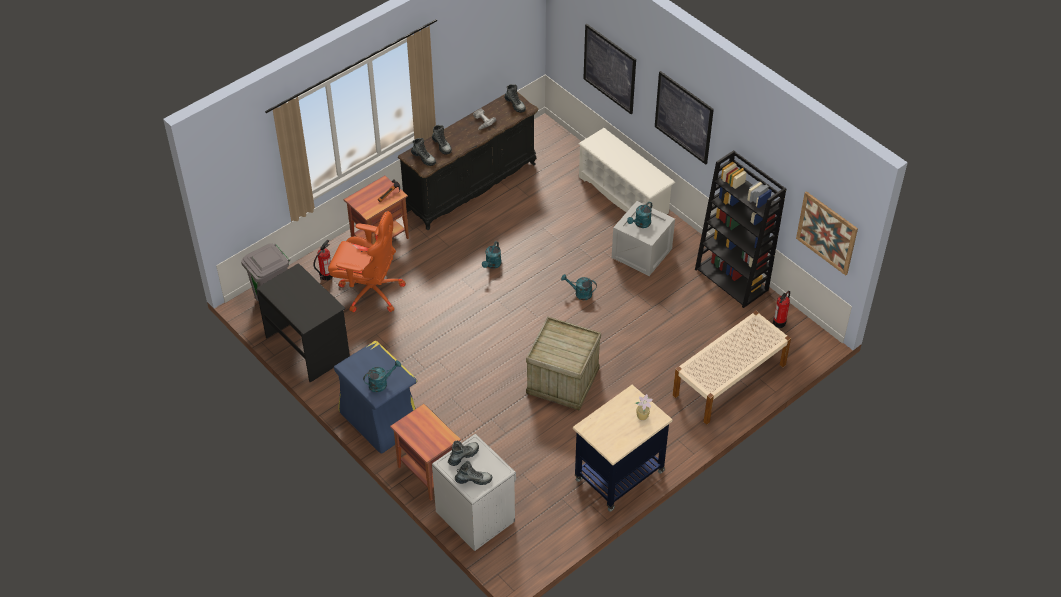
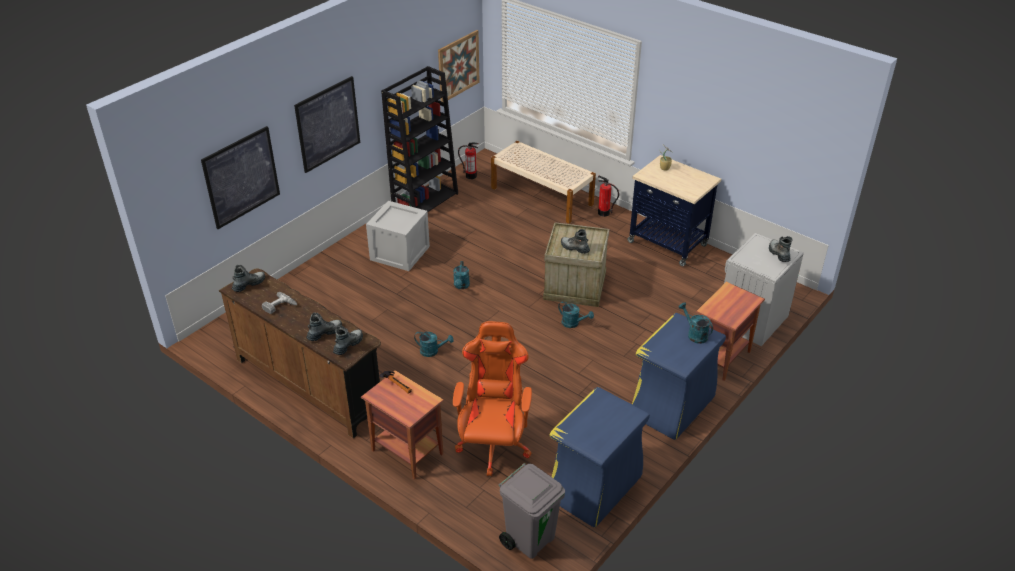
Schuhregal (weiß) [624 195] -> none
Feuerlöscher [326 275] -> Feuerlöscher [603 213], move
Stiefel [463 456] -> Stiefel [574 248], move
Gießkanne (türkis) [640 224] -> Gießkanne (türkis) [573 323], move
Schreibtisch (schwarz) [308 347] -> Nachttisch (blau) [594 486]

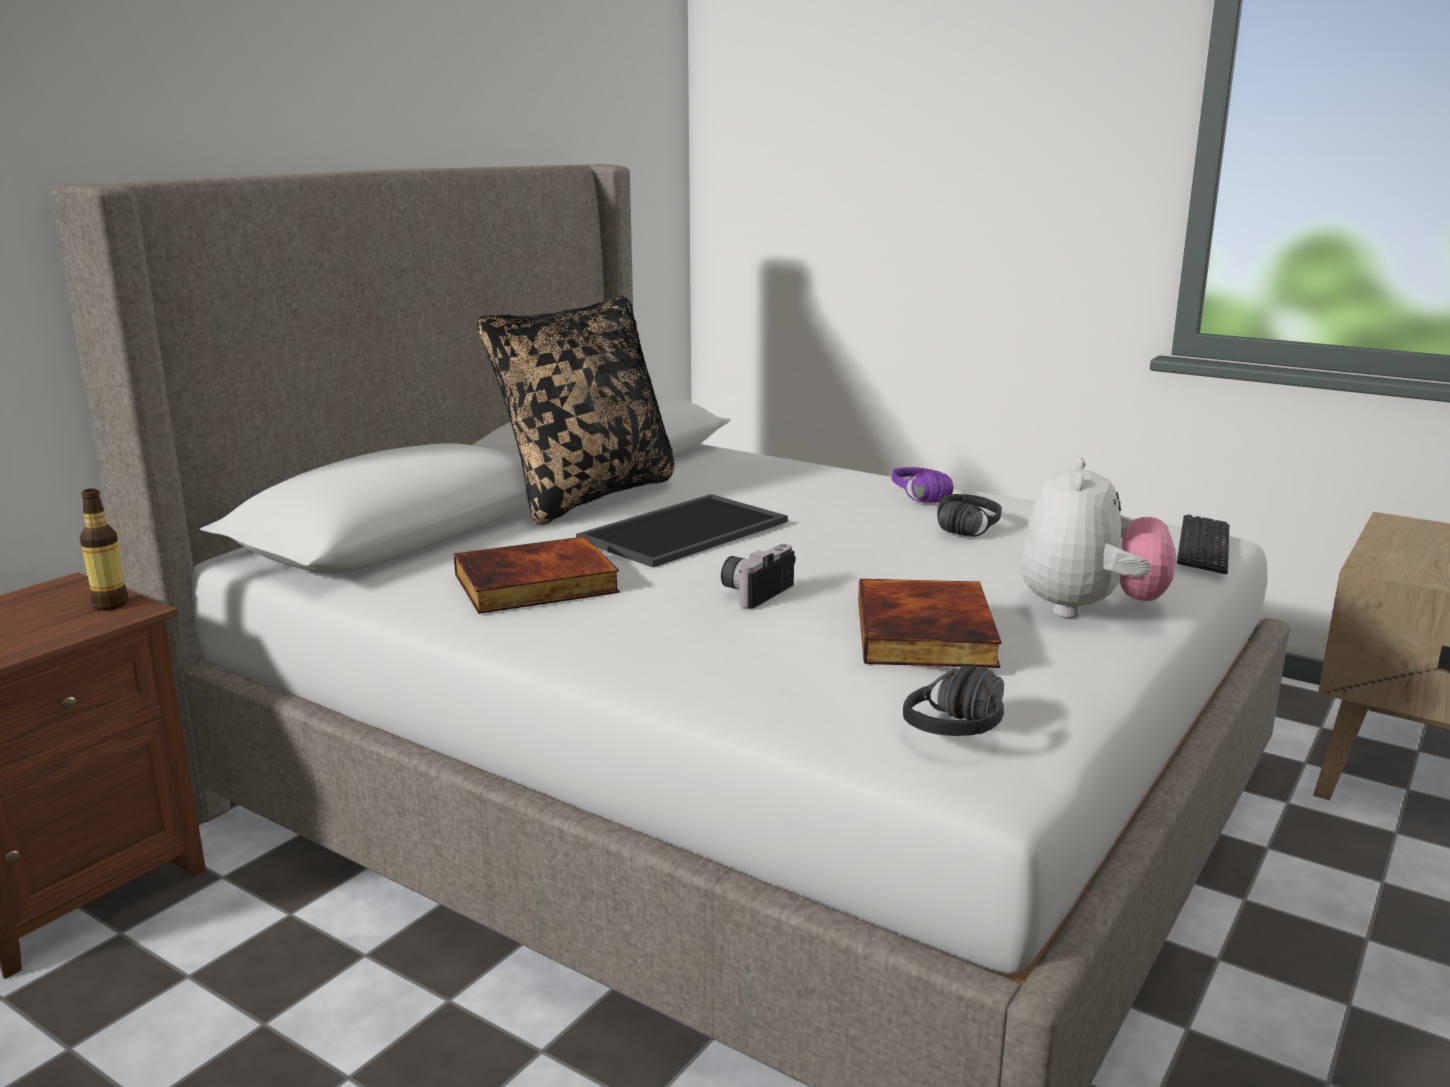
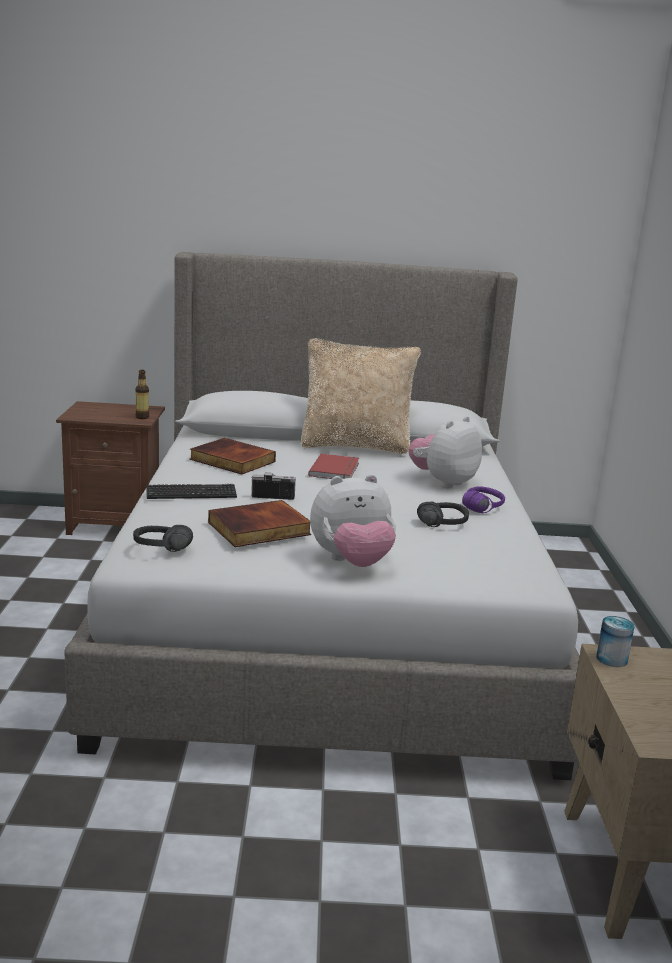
none -> Plüschtier [443 482]
none -> Dose [611 659]
Tastatur [1203 547] -> Tastatur [191 494], move
Tablett [683 529] -> Buch (rot) [336 470]
Kissen (schwarz) [590 498] -> Kissen (beige) [356 448]

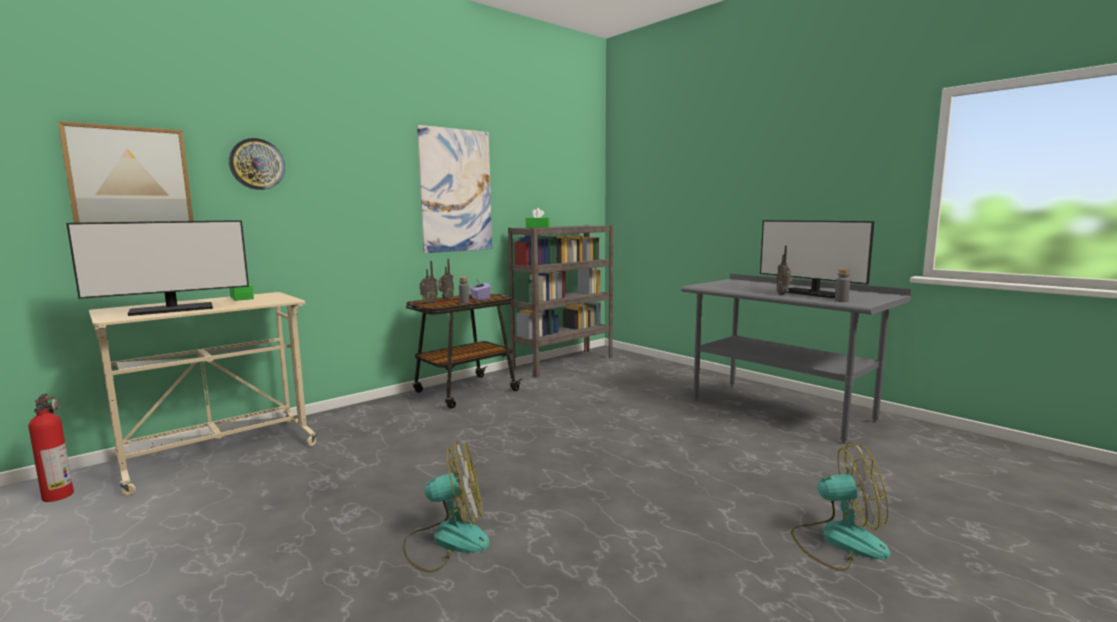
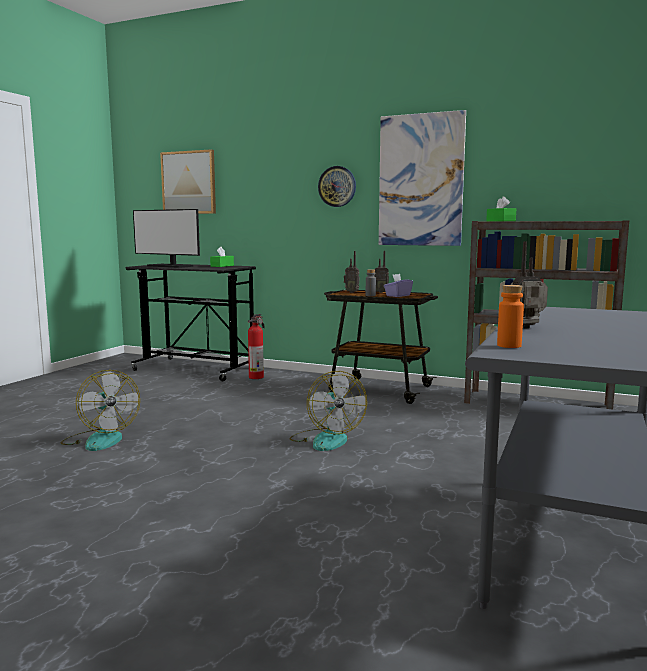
Monitor [812 293] -> none
Feuerlöscher [58 495] -> Feuerlöscher [257 377], move
Wanduhr [257 164] -> Wanduhr [337 186], move
Ventilator [838 541] -> Ventilator [326 439], move
Schreibtisch (beige) [220 453] -> Schreibtisch (schwarz) [195 369]
Flasche (grau) [841 301] -> Flasche (orange) [509 345]

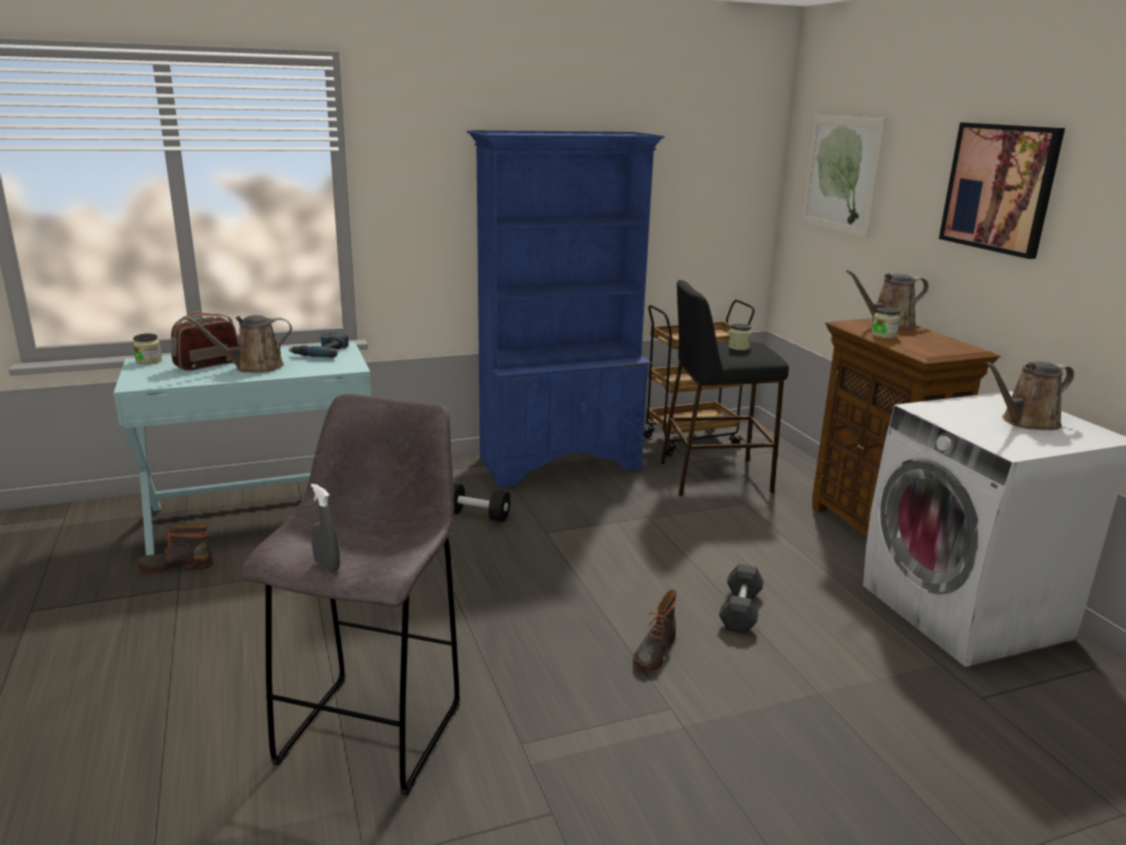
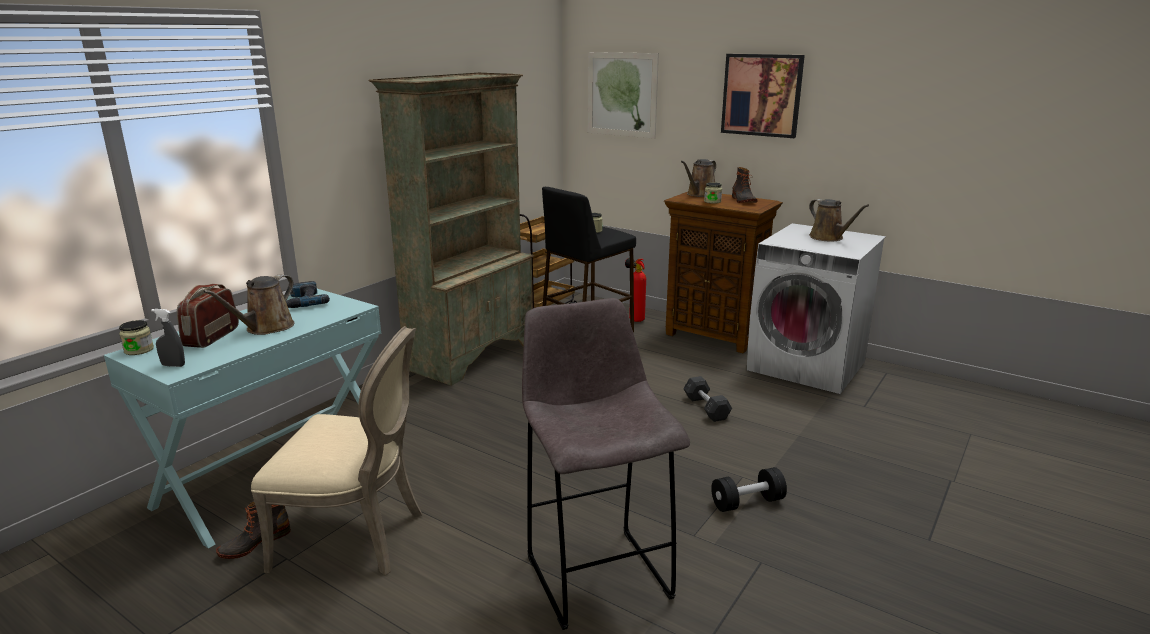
none -> Stuhl (beige) [356 537]
none -> Feuerlöscher [634 319]
Sprühflasche (grau) [327 566] -> Sprühflasche (grau) [173 365], move
Hantel (schwarz) [476 515] -> Hantel (schwarz) [747 502], move
Stiefel [653 651] -> Stiefel [742 200], move
Bücherregal (blau) [560 462] -> Bücherregal (grün) [471 354]
Gießkanne (braun) [1026 422] -> Gießkanne (braun) [828 238], 60 degrees counterclockwise

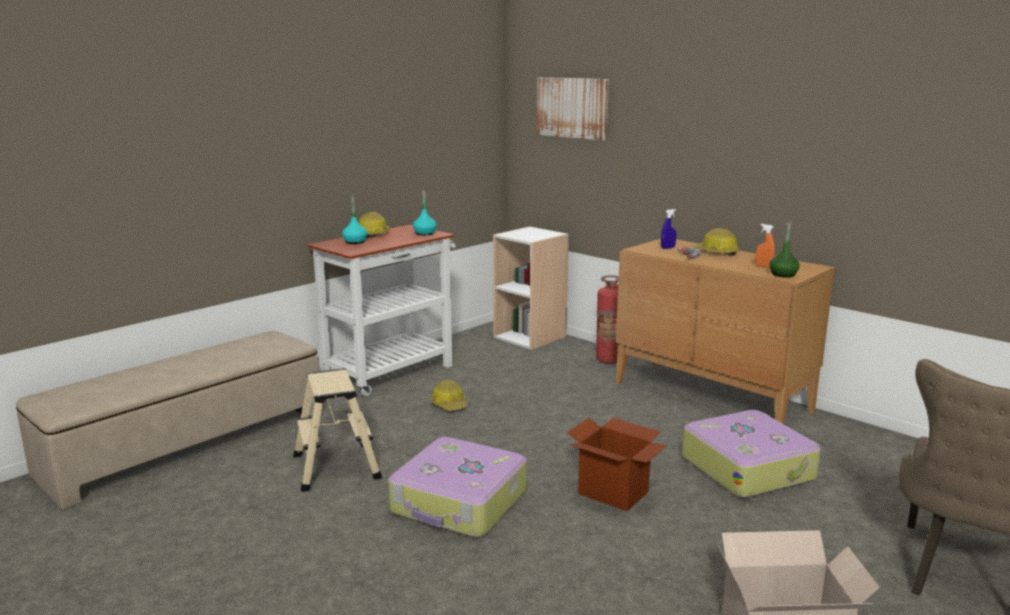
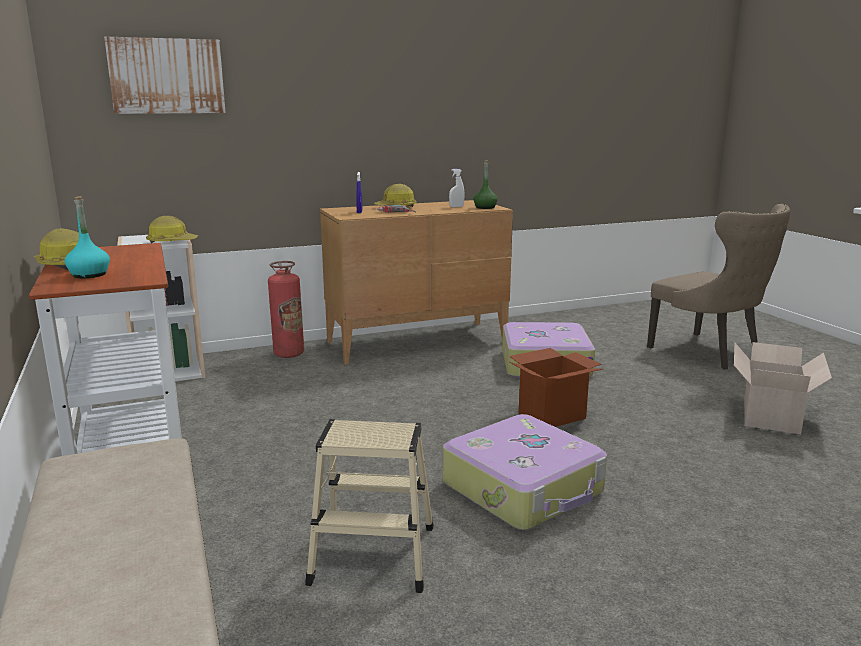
Flasche (türkis) [424 233] -> none
Schutzhelm [449 404] -> Schutzhelm [171 242], move
Sprühflasche (orange) [763 266] -> Sprühflasche (weiß) [456 207]

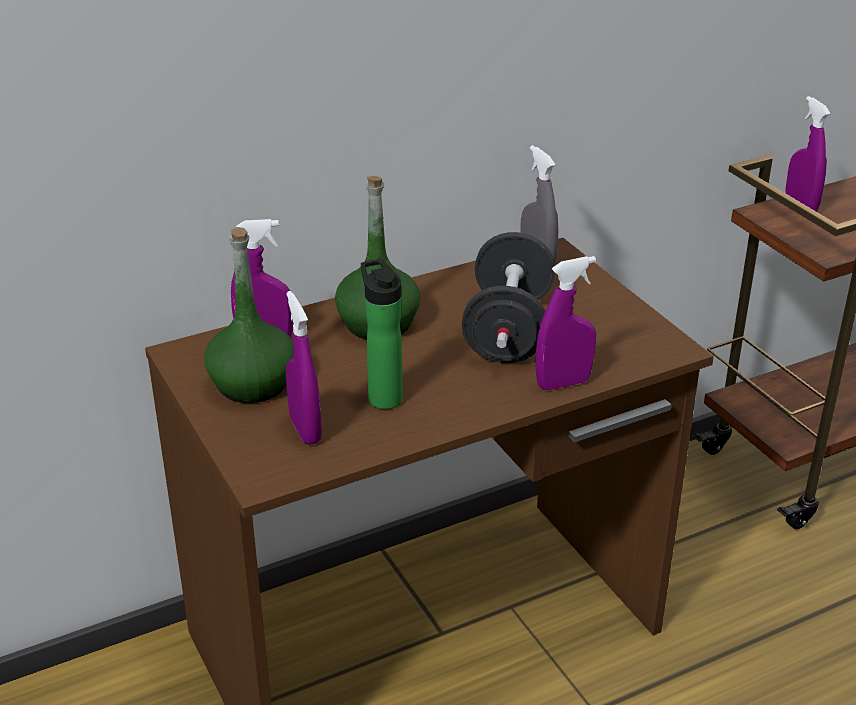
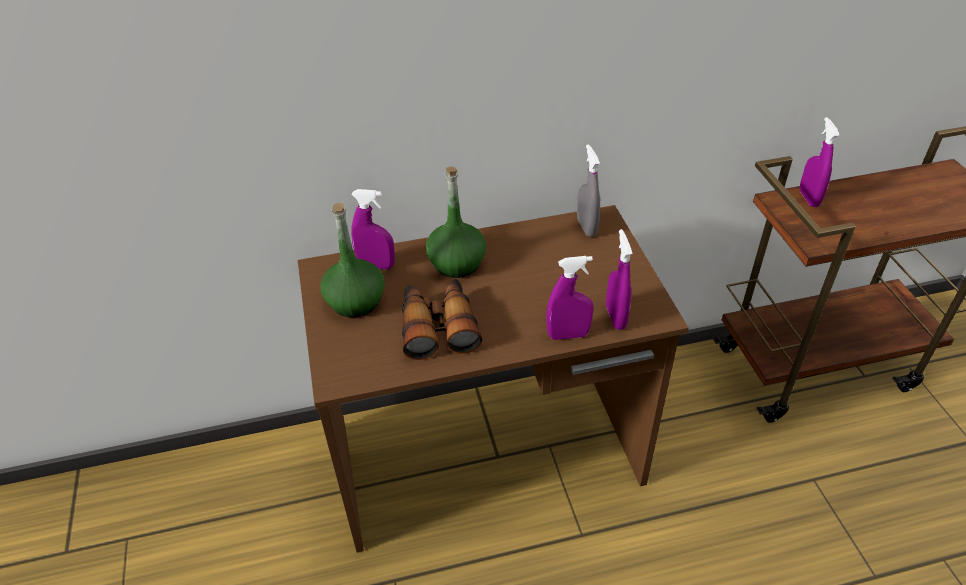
Hantel (schwarz) [508 331] -> none
Sprühflasche (lila) [305 430] -> Sprühflasche (lila) [615 317], move
Flasche [383 396] -> Fernglas [438 326]

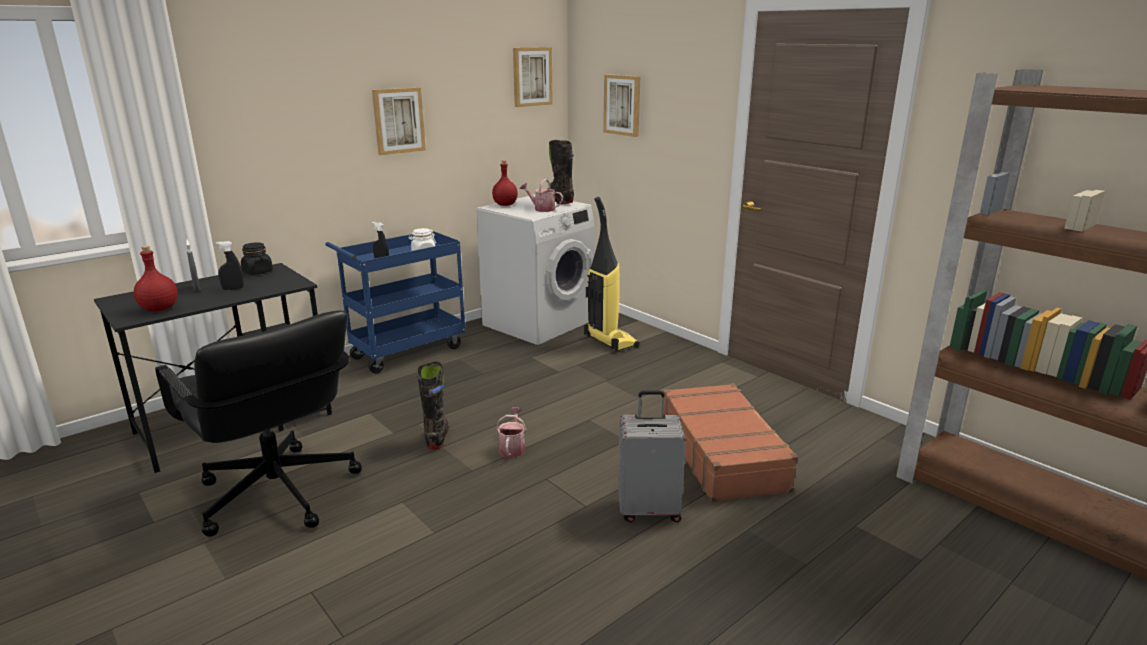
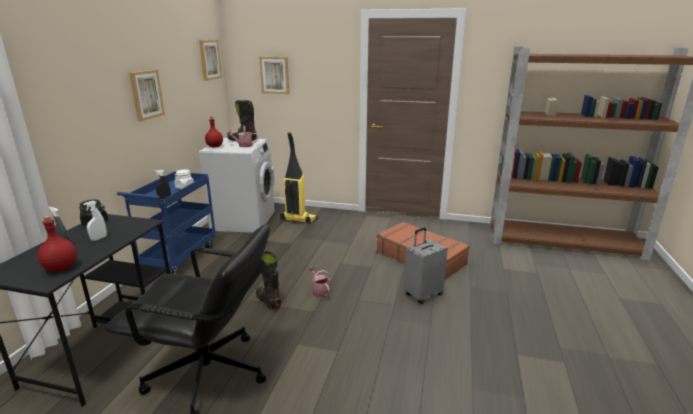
Sprühflasche (schwarz) [233 288] -> Sprühflasche (weiß) [99 238]

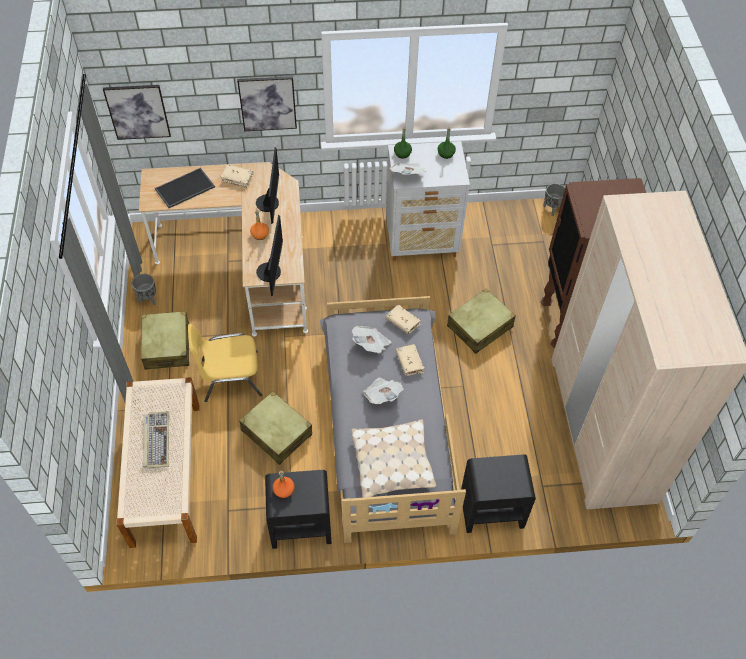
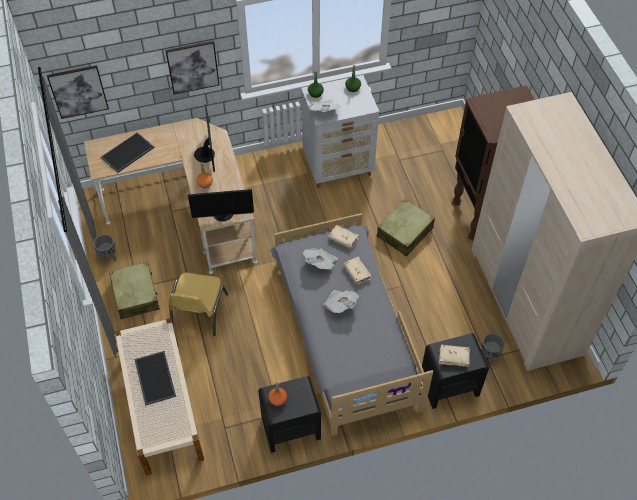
Koffer (beige) [276 432] -> none
Kissen (beige) [393 463] -> none
Buch (beige) [237 178] -> Buch (beige) [454 357], move
Pflanzkübel (grau) [551 209] -> Pflanzkübel (grau) [489 356], move
Tastatur [156 440] -> Tablett [154 377]
Stuhl (gelb) [230 377] -> Stuhl (gelb) [198 312], 60 degrees counterclockwise
Monitor [271 272] -> Monitor [223 214], 90 degrees clockwise

